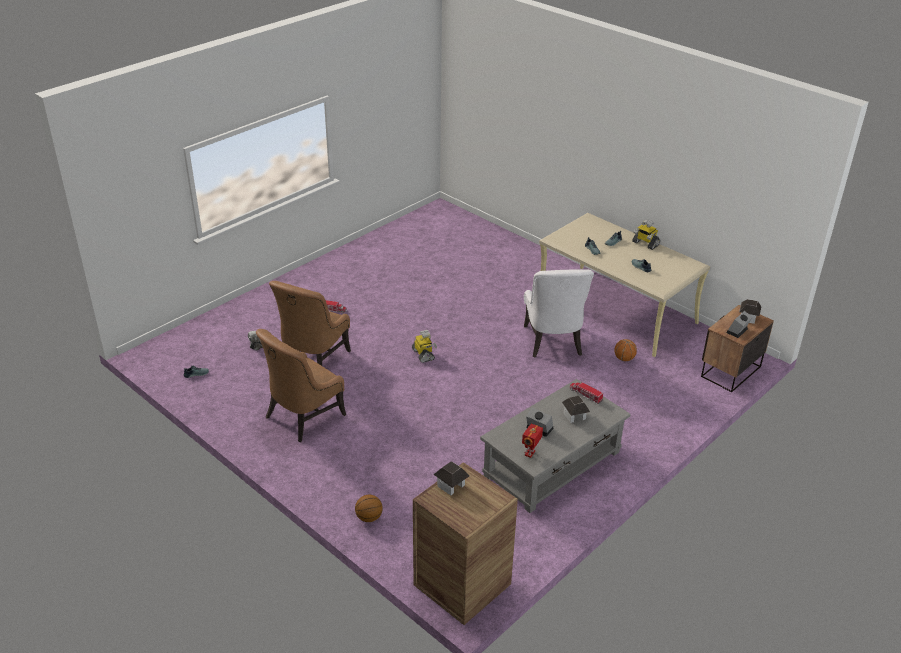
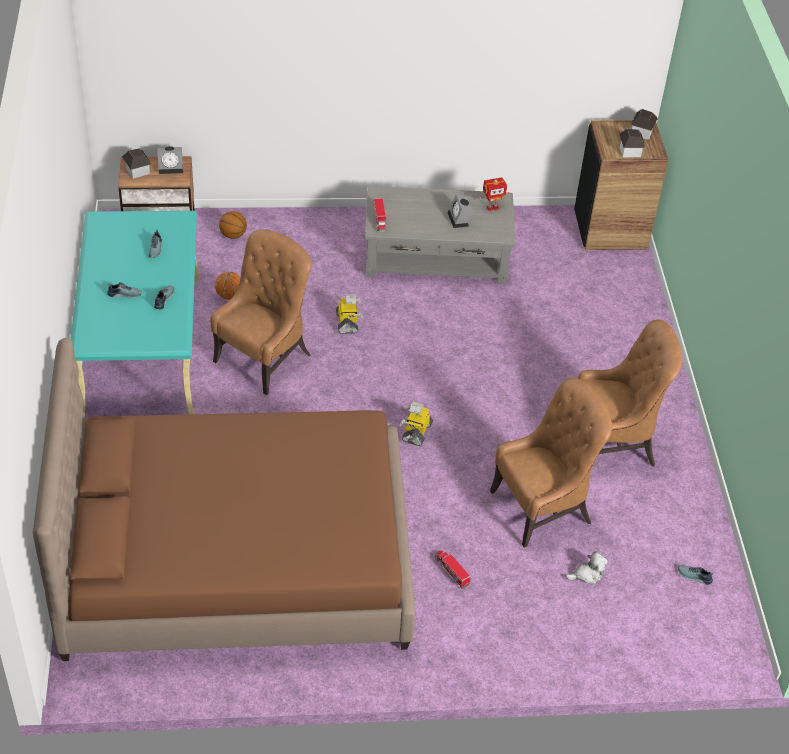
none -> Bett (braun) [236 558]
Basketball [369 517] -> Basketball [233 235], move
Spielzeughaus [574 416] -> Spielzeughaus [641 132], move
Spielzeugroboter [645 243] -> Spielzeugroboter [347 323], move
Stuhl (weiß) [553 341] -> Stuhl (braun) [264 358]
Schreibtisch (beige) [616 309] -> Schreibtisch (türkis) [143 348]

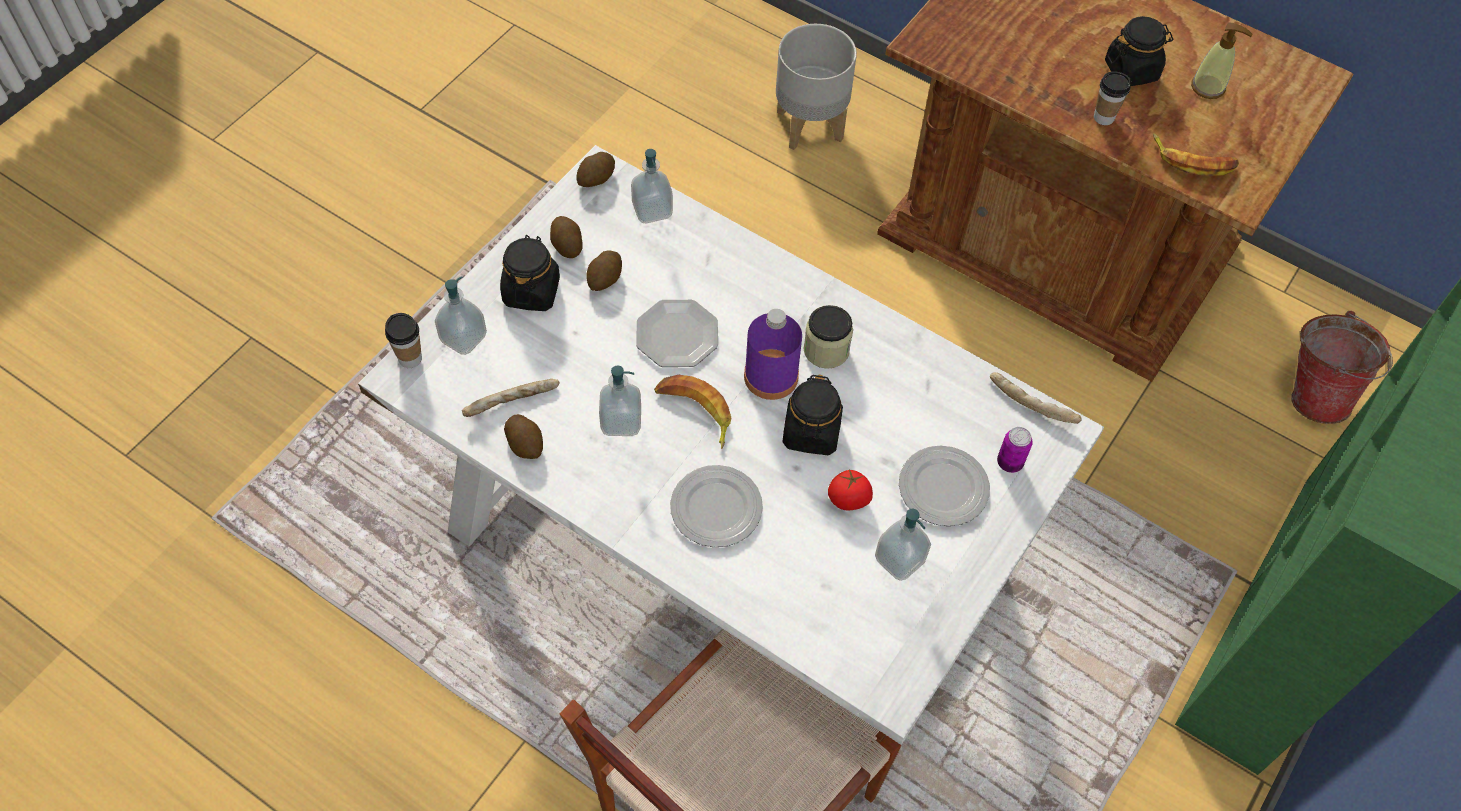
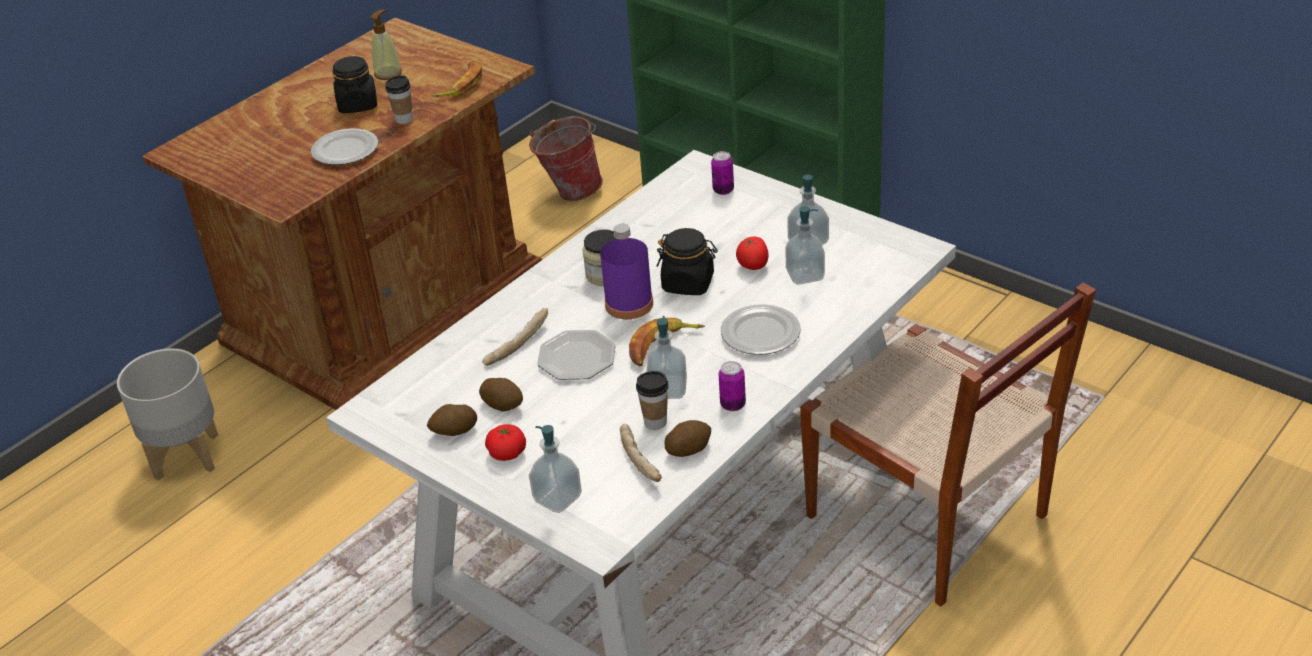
Kartoffel [596 179] -> none
none -> Dose [733 405]
Tasse [410 358] -> Tasse [655 422], move
Seifenspender [652 210] -> Seifenspender [805 275], move
Teller [943 487] -> Teller [344 150], move
Brot [1032 403] -> Brot [516 344], move
Vorratsglas (schwarz) [531 291] -> Tomate [507 453]

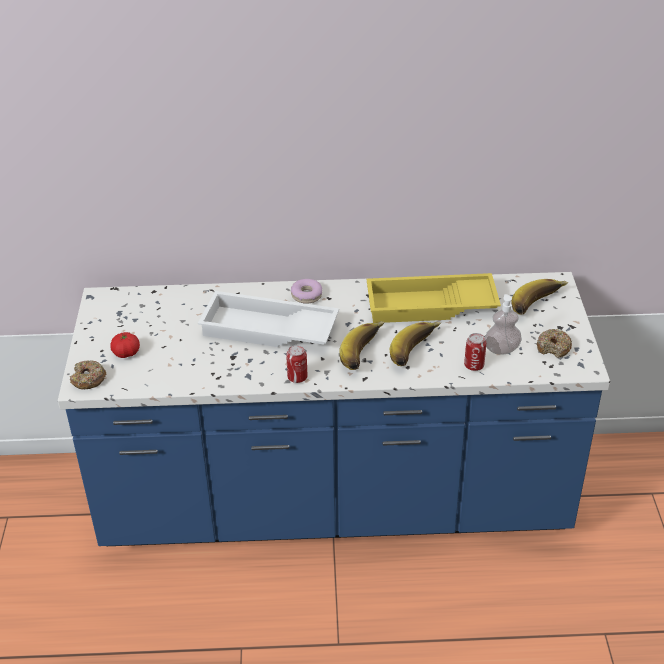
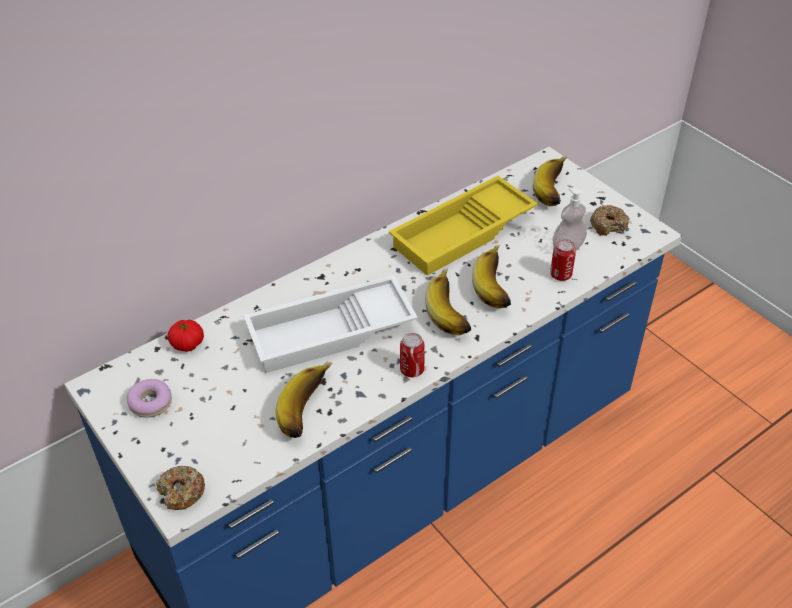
none -> Banane [310 410]
Tomate [126 353] -> Tomate [187 344], move
Donut [306 295] -> Donut [150 403], move

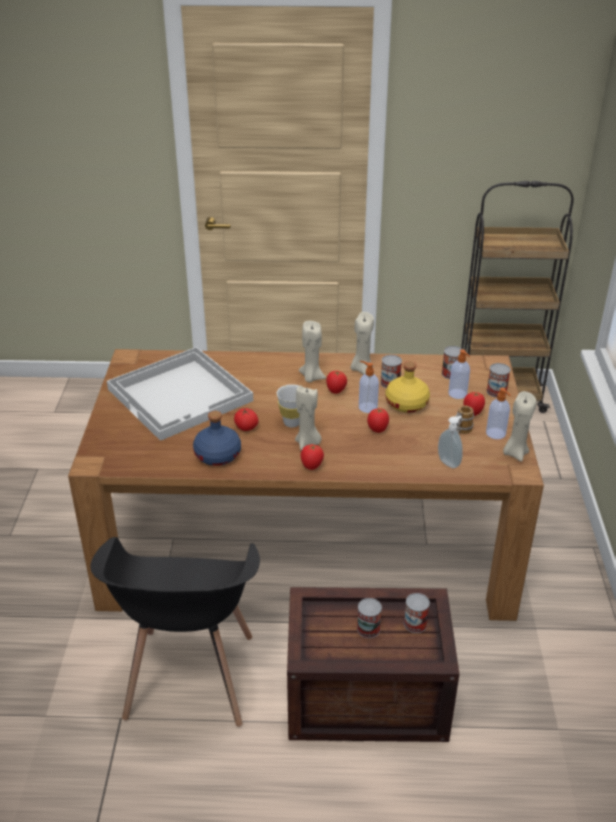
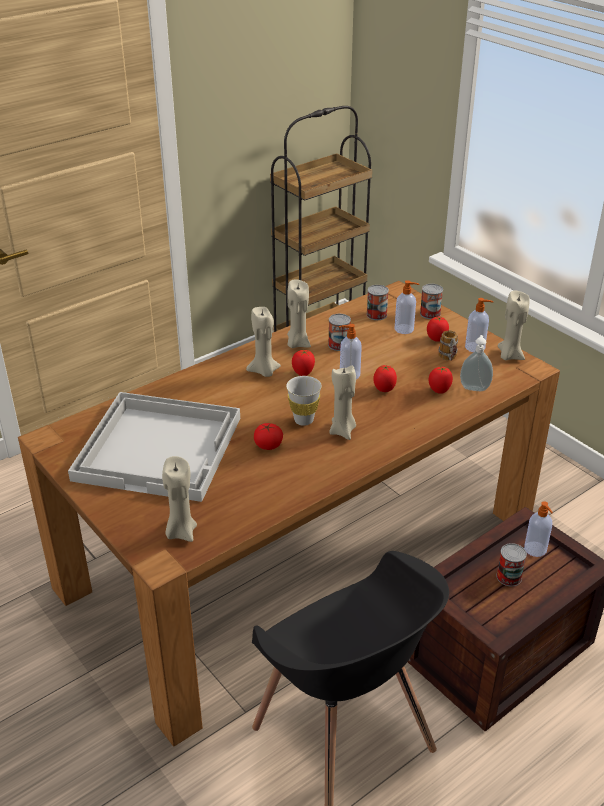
Flasche (blau) [218 455] -> none
Flasche (gelb) [407 403] -> none
none -> Kerze (beige) [181 532]
Tomate [311 467] -> Tomate [439 391], move
Dose [415 624] -> Seifenspender [535 550]

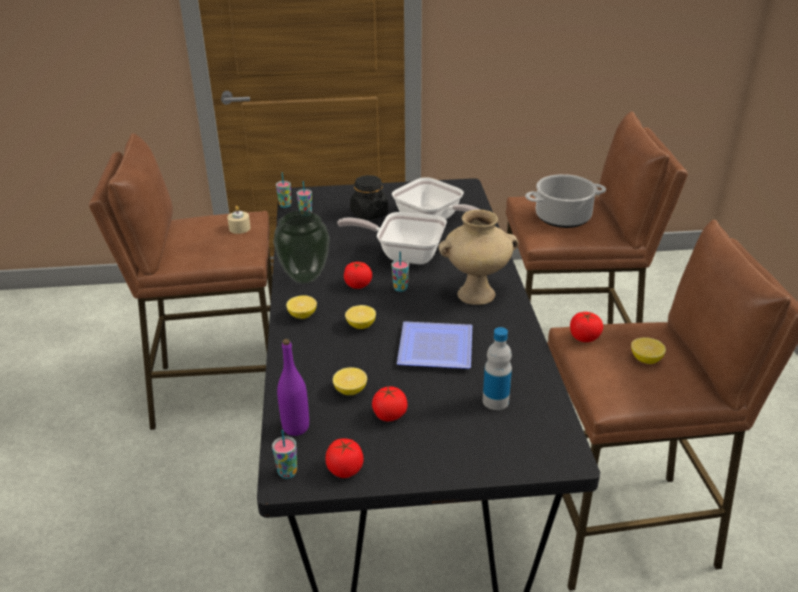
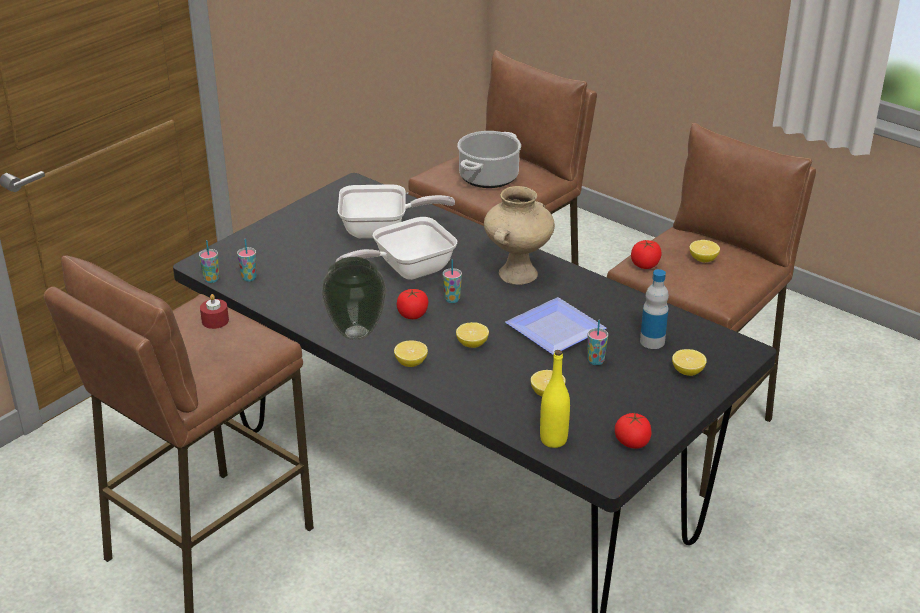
Vorratsglas (schwarz) [369 213] -> none
Tomate [389 415] -> none
none -> Zitrone [687 372]
Tasse [287 472] -> Tasse [596 361], move
Kerze (beige) [239 228] -> Kerze (rot) [215 321]
Flasche (lila) [296 427] -> Flasche (gelb) [553 440]

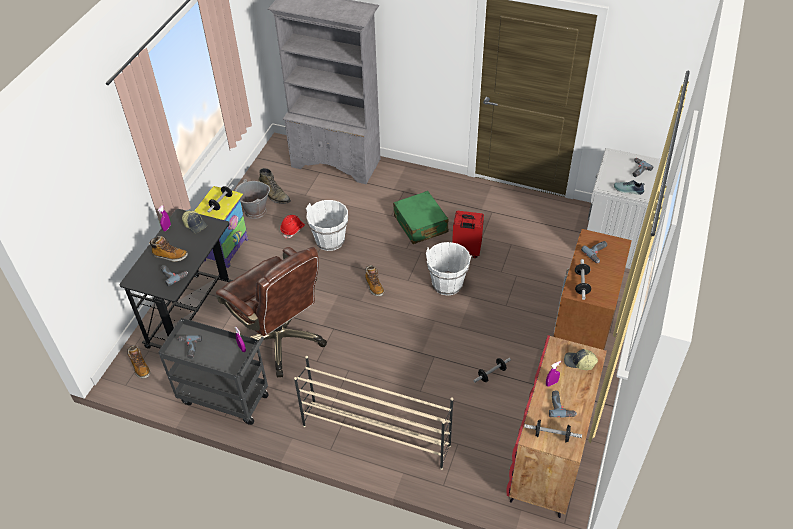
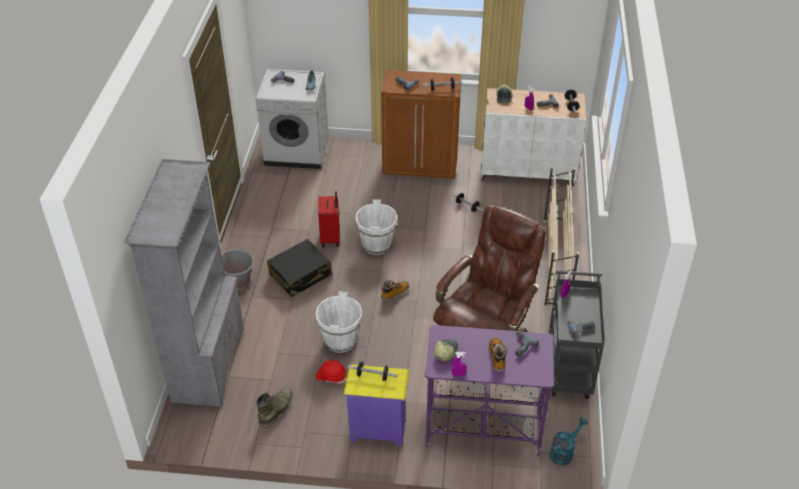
Eimer (grau) [255 211] -> Eimer (grau) [239 283], move
Stiefel [140 367] -> Gießkanne (türkis) [564 452]
Schreibtisch (schwarz) [196 317] -> Schreibtisch (lila) [483 425]
Koffer (grün) [420 224] -> Koffer (schwarz) [300 275]
Schrank (rot) [549 456] -> Schrank (weiß) [528 171]

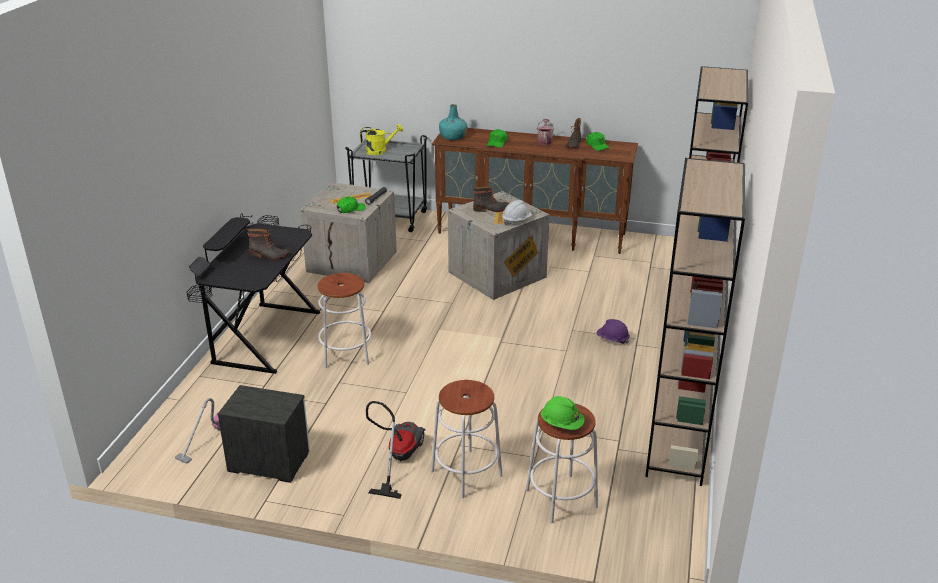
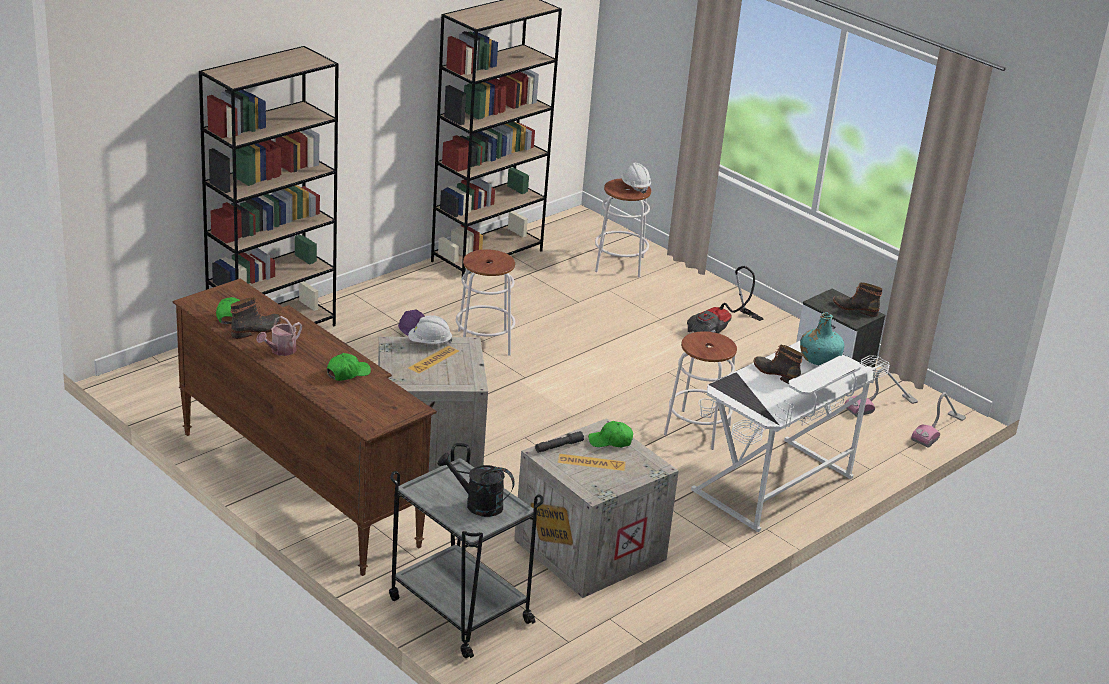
none -> Staubsauger [938 430]
Hocker (weiß) [466 473] -> Hocker (weiß) [484 342], move
Flasche (türkis) [453 137] -> Flasche (türkis) [819 358], move
Stiefel [491 209] -> Stiefel [855 308], move
Schreibtisch (schwarz) [264 336] -> Schreibtisch (weiß) [776 486]
Gießkanne (gelb) [380 151] -> Gießkanne (schwarz) [477 504]
Schutzhelm (grün) [562 424] -> Schutzhelm (weiß) [635 187]

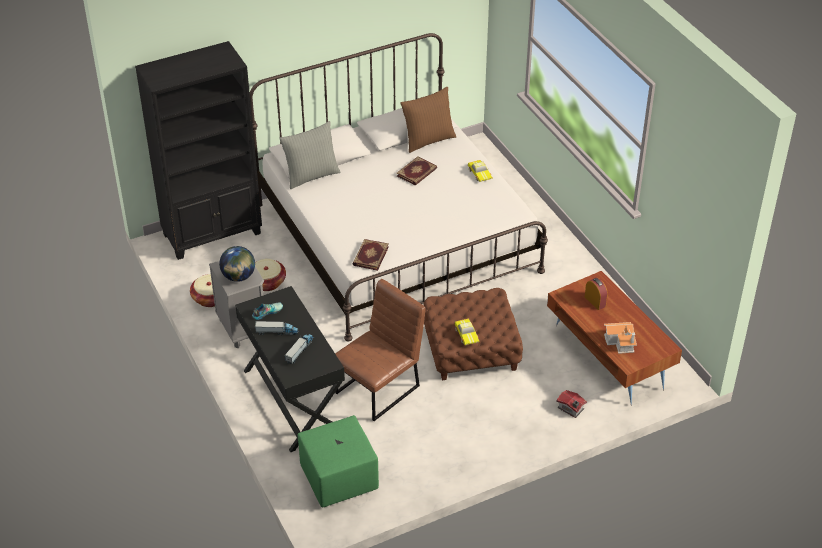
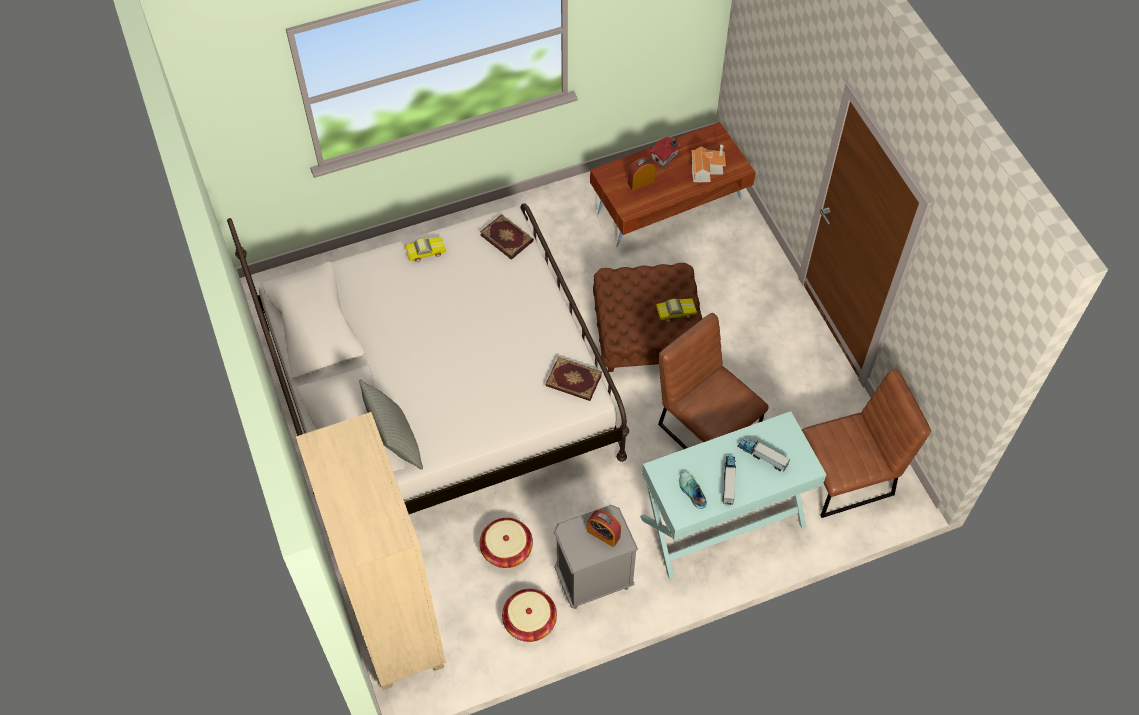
Kissen (braun) [428 140] -> none
Buch [417 172] -> Buch [507 237], move
Spielzeughaus [570 409] -> Spielzeughaus [665 157], move
Globus [238 277] -> Wecker [603 534]
Polsterhocker (grün) [339 480] -> Stuhl (braun) [847 478]
Bücherregal (schwarz) [213 234] -> Bücherregal (beige) [395 620]
Schreibtisch (schwarz) [293 400] -> Schreibtisch (türkis) [723 522]

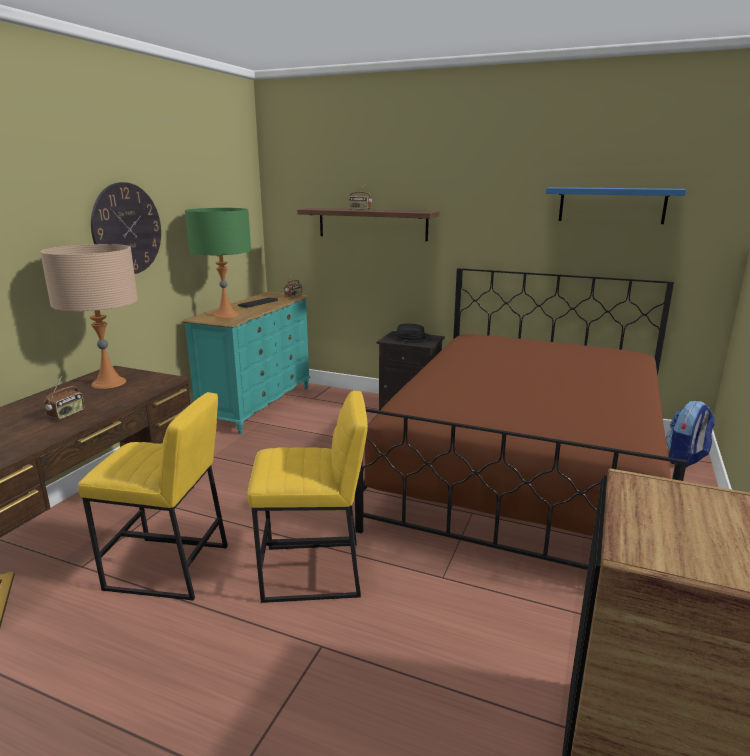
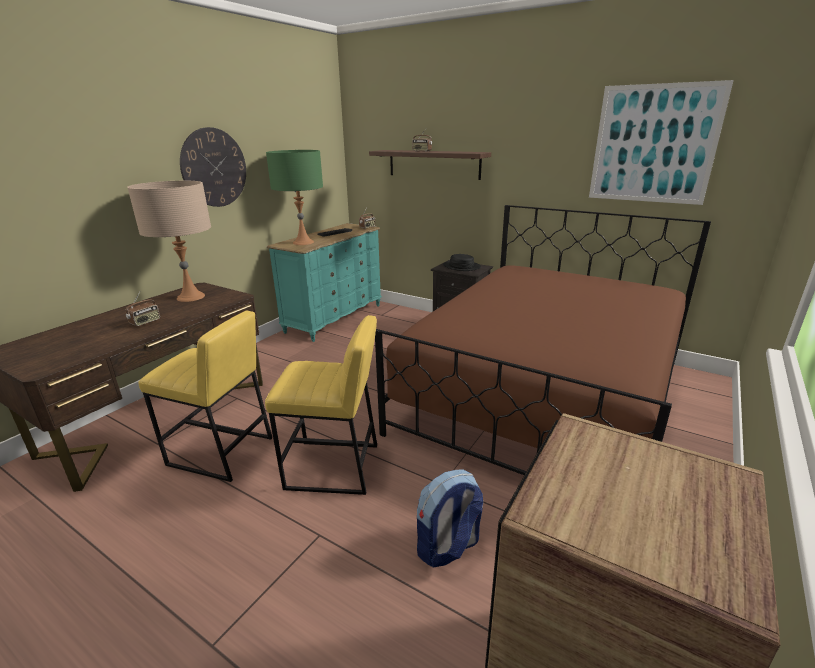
Rucksack [685 459] -> Rucksack [448 547], move
Wandregal (blau) [611 205] -> Bild [653 144]

